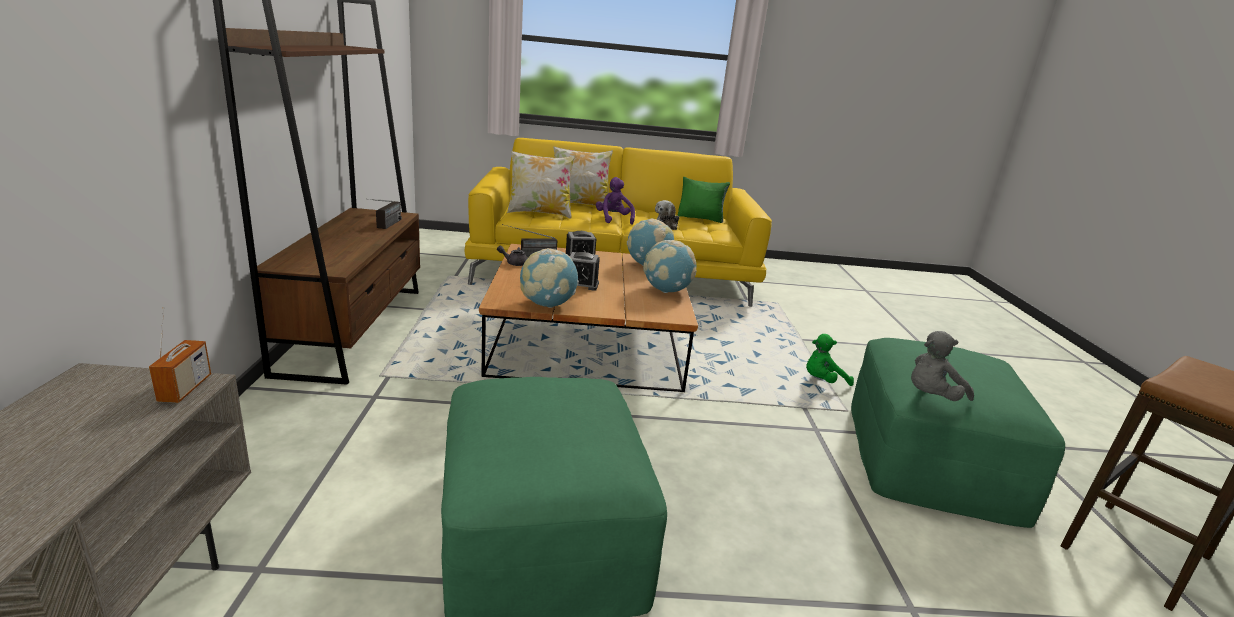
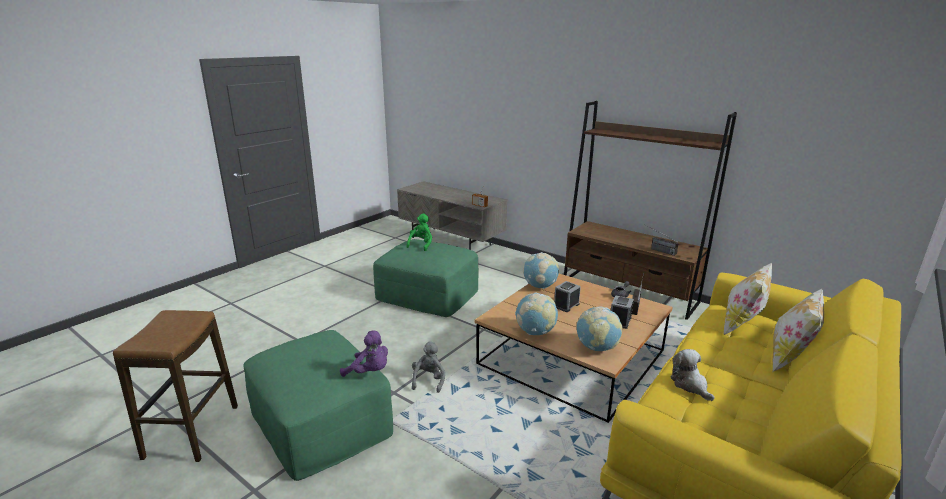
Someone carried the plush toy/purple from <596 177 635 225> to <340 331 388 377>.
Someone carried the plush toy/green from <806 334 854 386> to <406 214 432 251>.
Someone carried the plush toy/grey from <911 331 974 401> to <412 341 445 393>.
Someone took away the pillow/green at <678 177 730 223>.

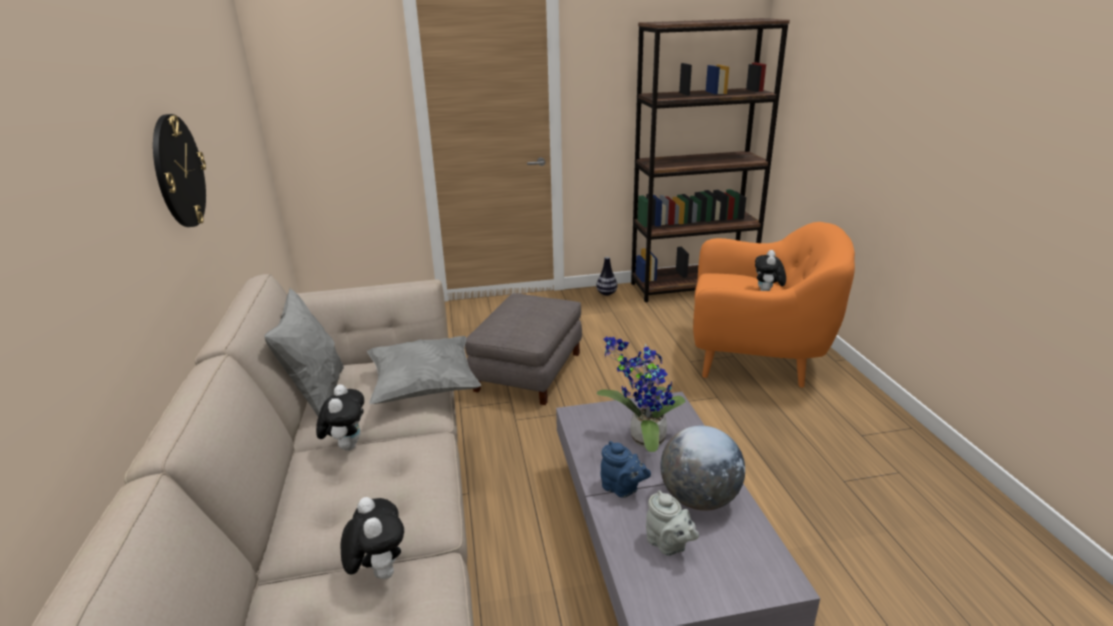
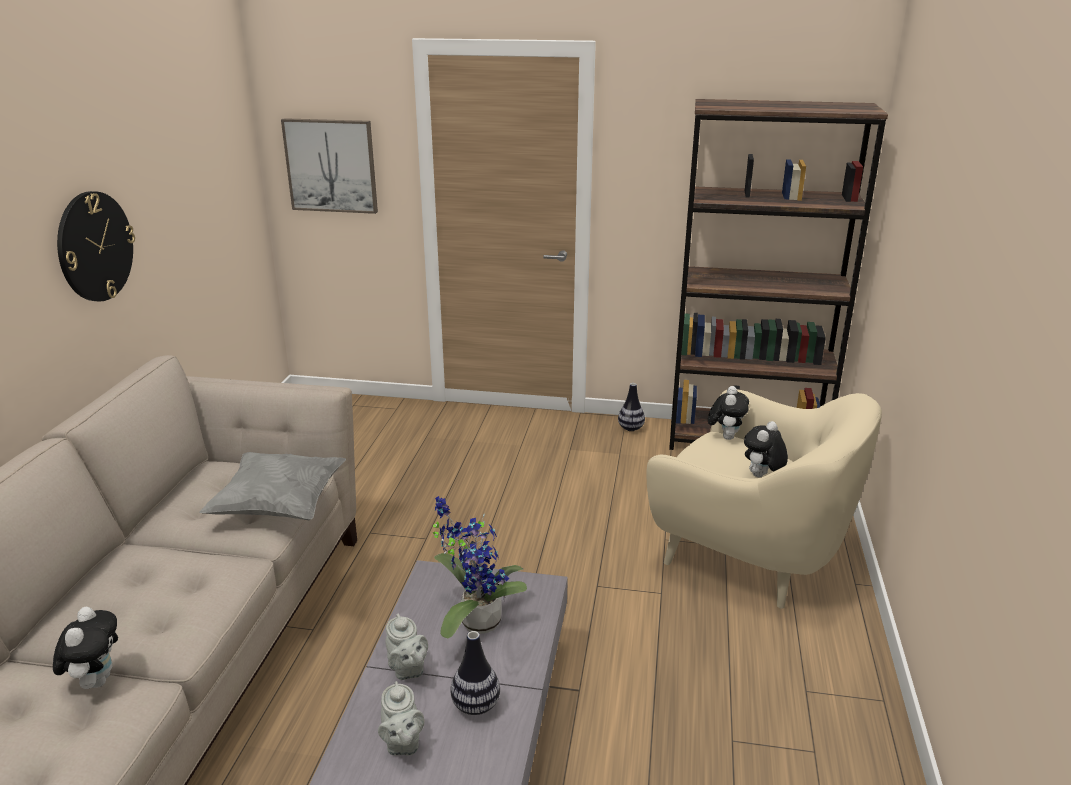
Someone put up the picture at <281 118 378 214>.
Someone repainted the teapot/blue at <600 441 651 498>, which became the teapot/grey at <385 614 428 680>.
Someone swapped the globe at <660 425 745 511> for the vase at <451 631 500 715>.
Someone repainted the armchair/orange at <693 222 855 388>, which became the armchair/beige at <646 389 882 609>.
Someone carried the plush toy from <316 384 364 451> to <708 386 749 440>.
Someone took away the pillow/grey at <264 288 344 416>.
Someone took away the ottoman/grey at <465 293 582 405>.

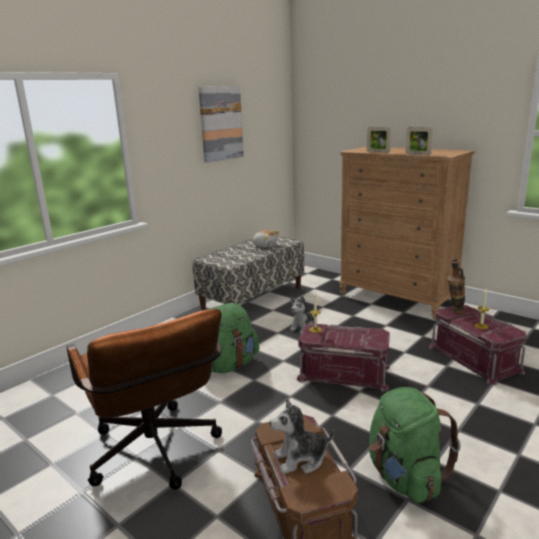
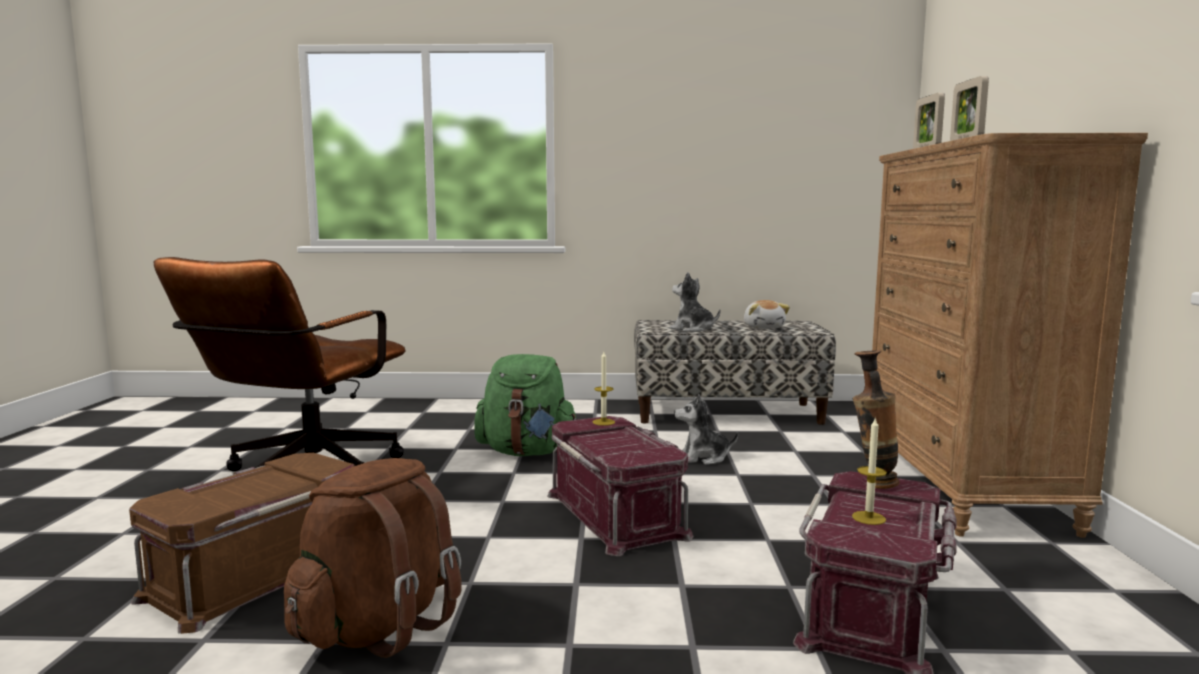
Someone repainted the backpack/green at <369 387 461 503>, which became the backpack/brown at <284 458 462 658>.
Someone carried the plush toy from <270 399 334 474> to <670 272 721 332>.
Someone took away the picture at <198 86 244 162>.

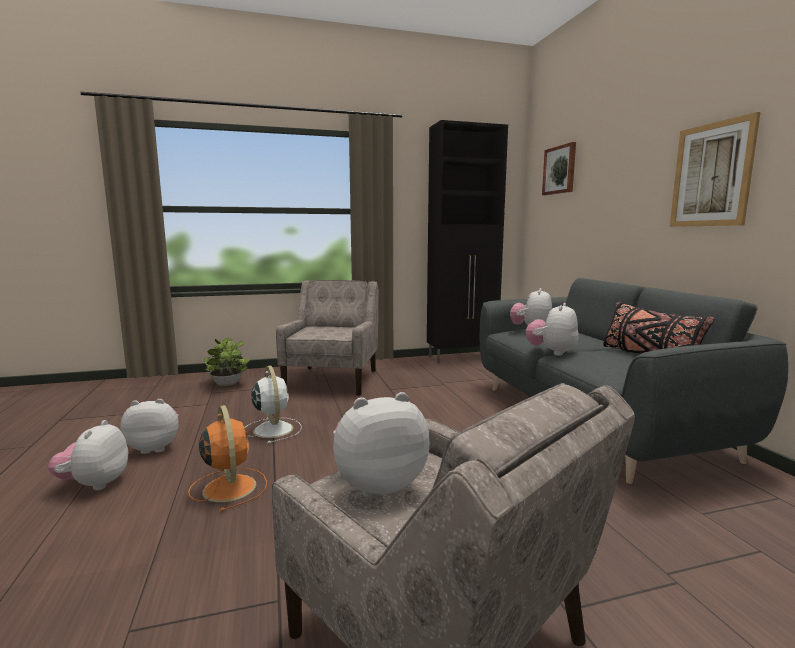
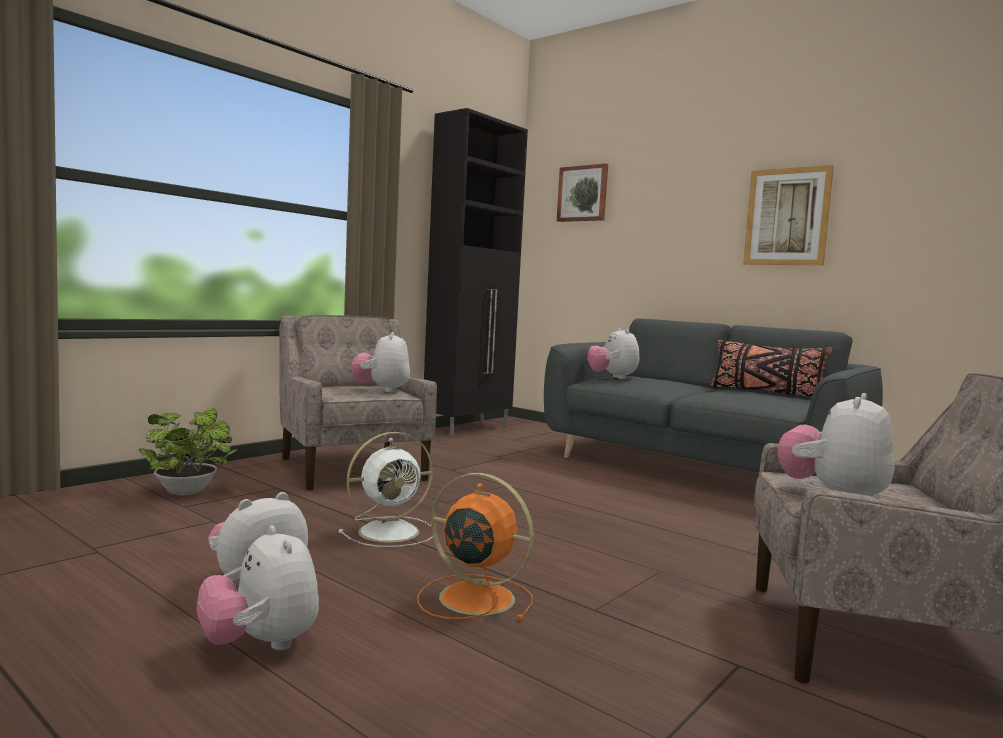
Someone rotated the fan/white at <245 366 302 444> by 120 degrees clockwise.
Someone carried the plush toy from <526 303 579 356> to <352 332 410 392>.

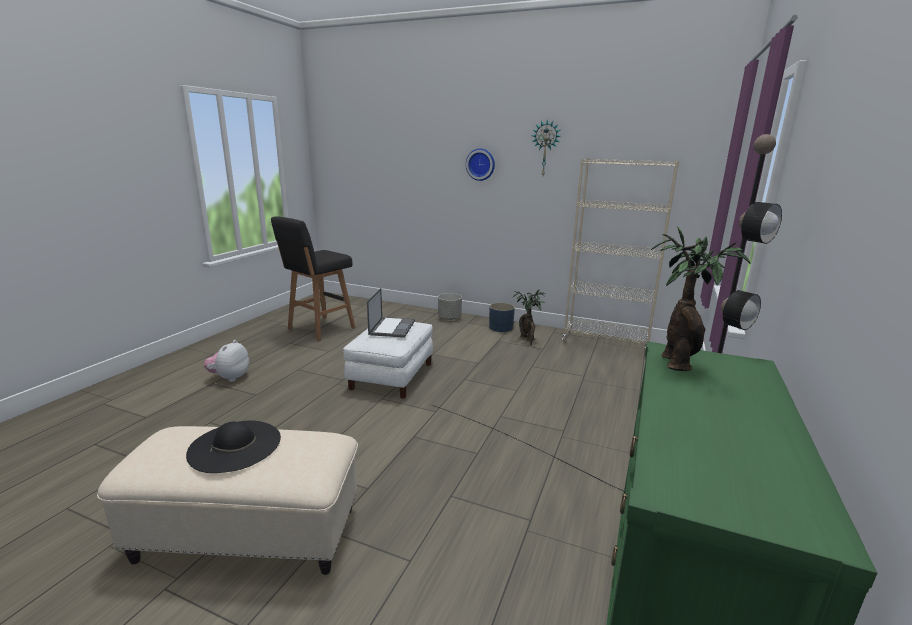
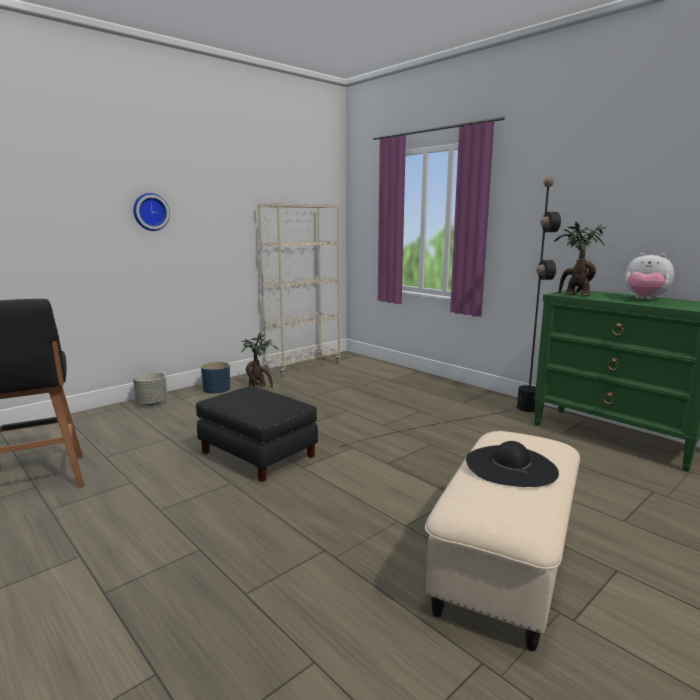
Someone repainted the ottoman/white at <343 322 433 399>, which became the ottoman/black at <196 386 318 482>.
Someone carried the plush toy from <204 340 249 382> to <625 253 674 300>.
Someone took away the laptop at <367 288 415 338>.
Someone took away the wall clock at <532 119 560 175>.

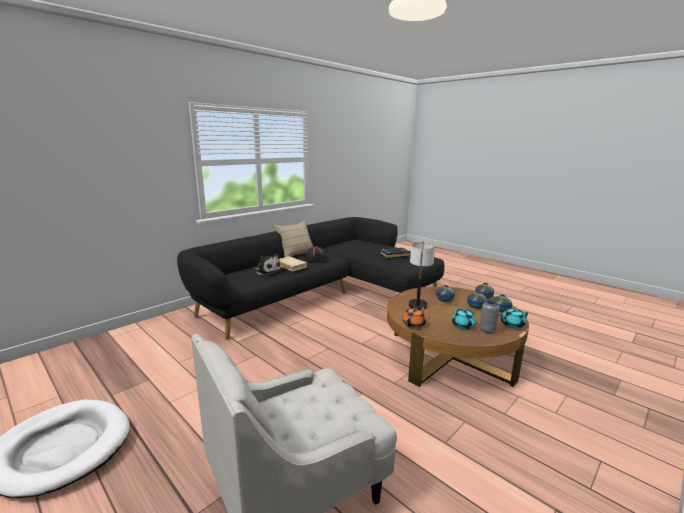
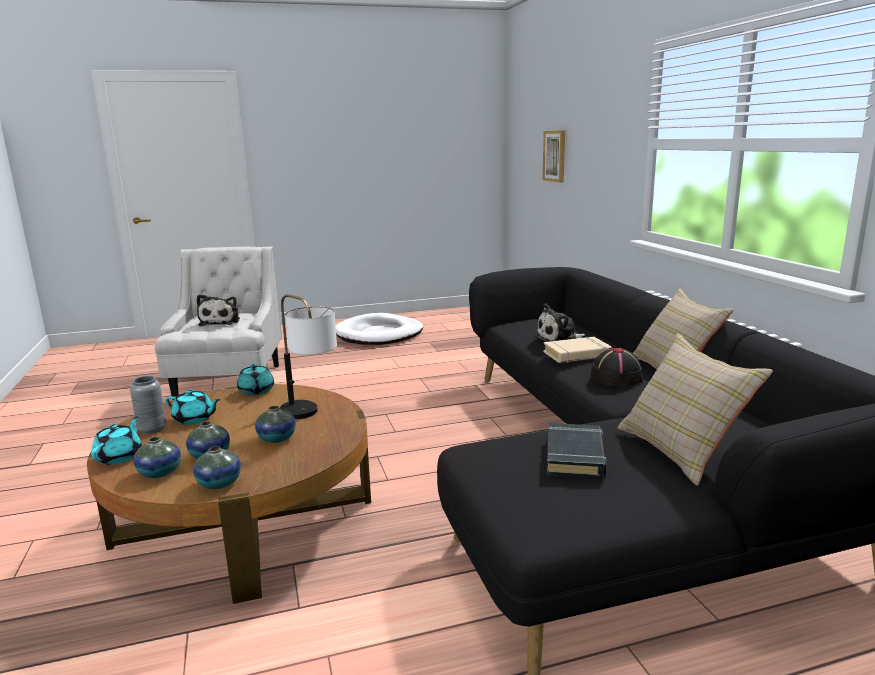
Someone put down the plush toy at <197 294 240 326>.
Someone repainted the teapot/orange at <403 306 426 328>, which became the teapot/turquoise at <237 364 274 395>.
Someone put up the picture at <542 130 565 182>.
Someone put down the pillow/beige at <617 333 773 486>.

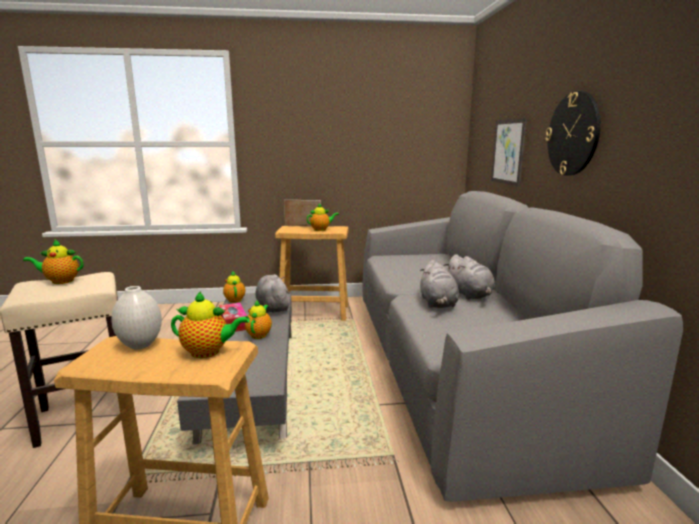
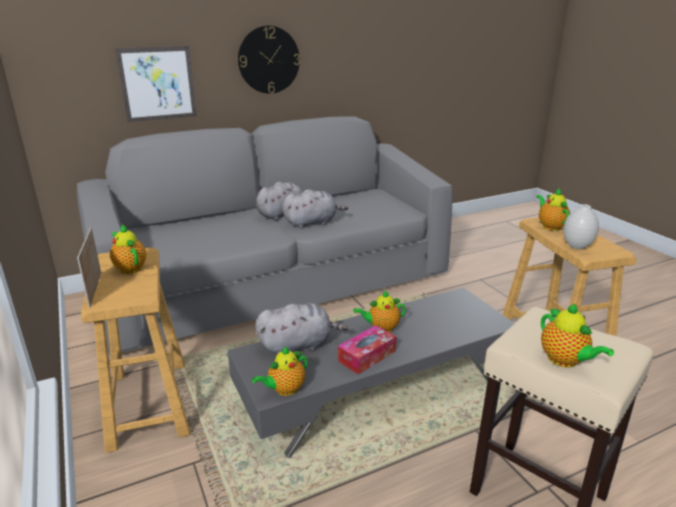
Someone rotated the plush toy/grey at <256 274 291 313> by 150 degrees counterclockwise.

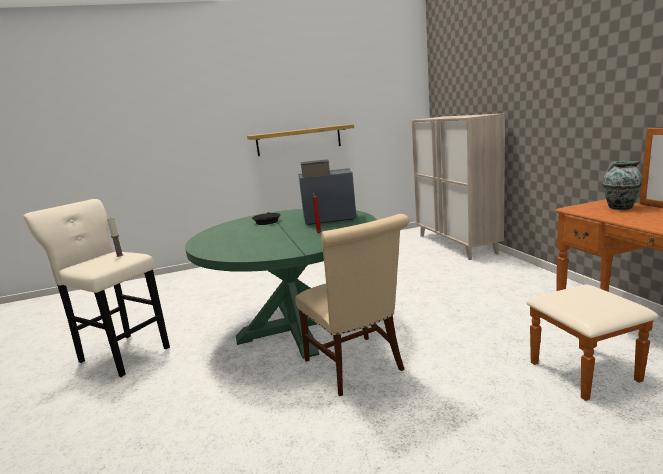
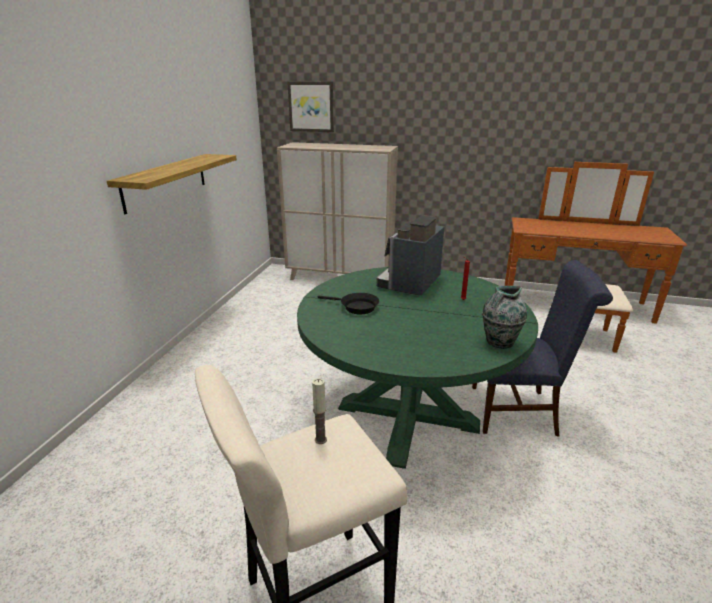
Someone put up the picture at <287 82 334 132>.
Someone repainted the chair/beige at <295 214 409 396>, which became the chair/blue at <472 260 613 437>.
Someone carried the vase from <602 161 642 210> to <482 286 527 349>.

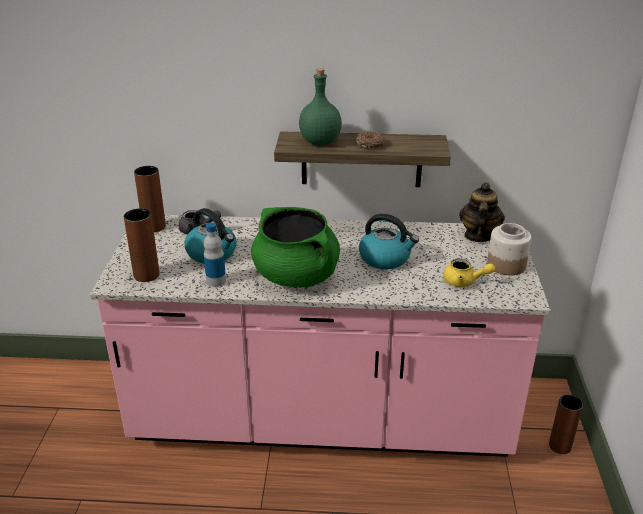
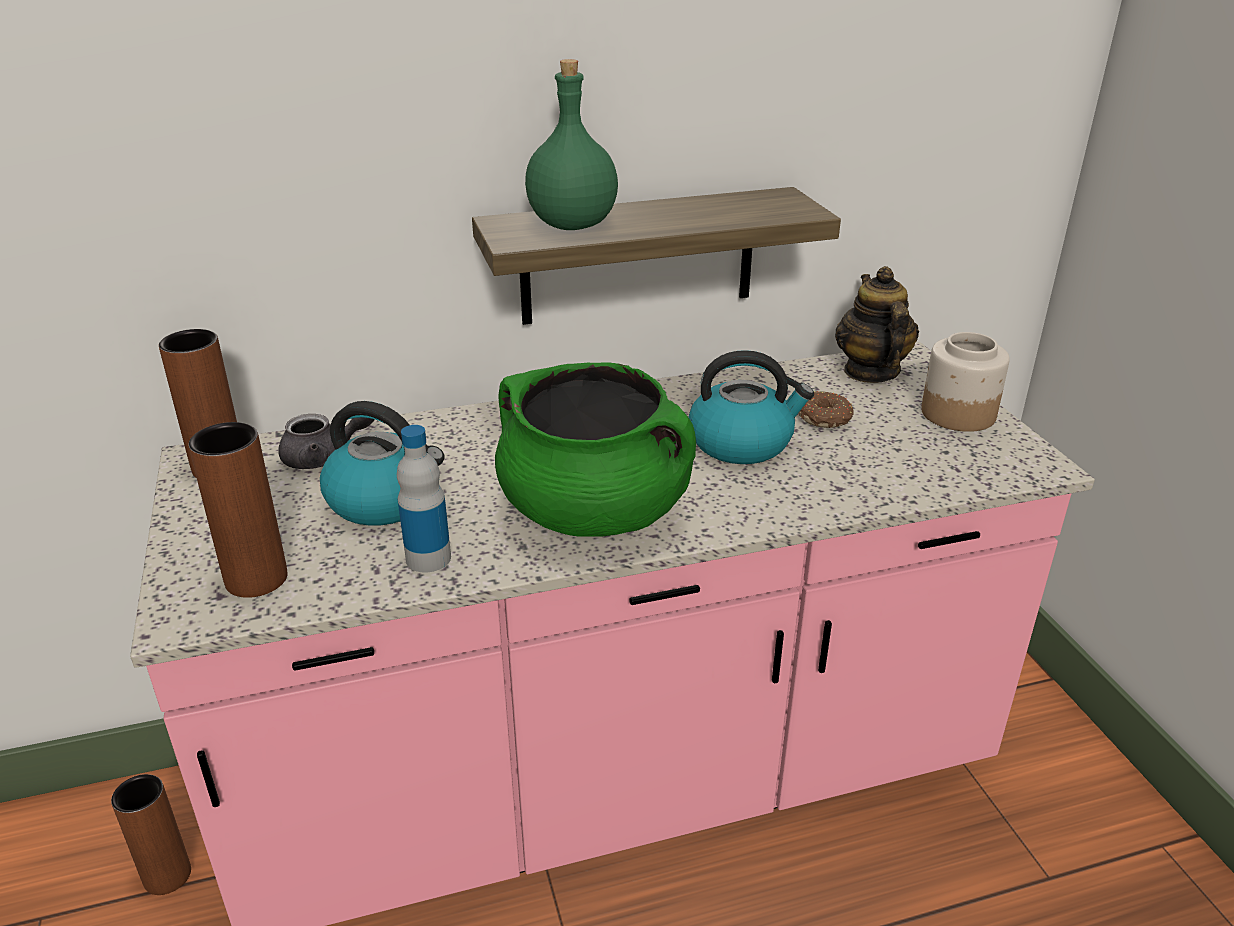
Someone carried the vase/brown from <549 395 583 454> to <111 774 191 895>.
Someone carried the donut from <356 131 385 149> to <799 391 853 428>.
Someone took away the teapot/yellow at <443 258 495 287>.

